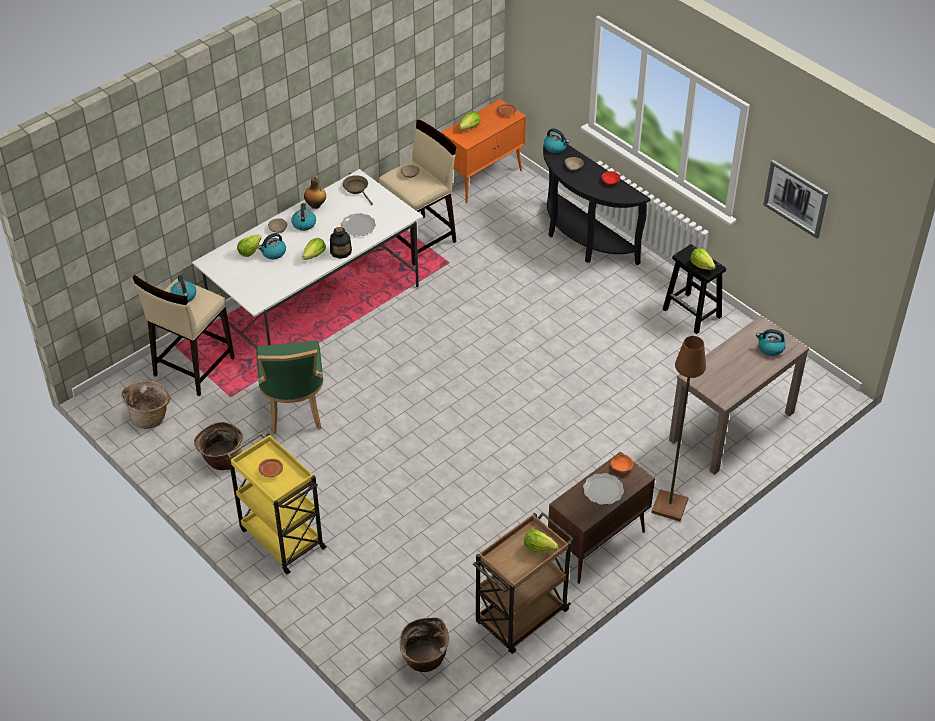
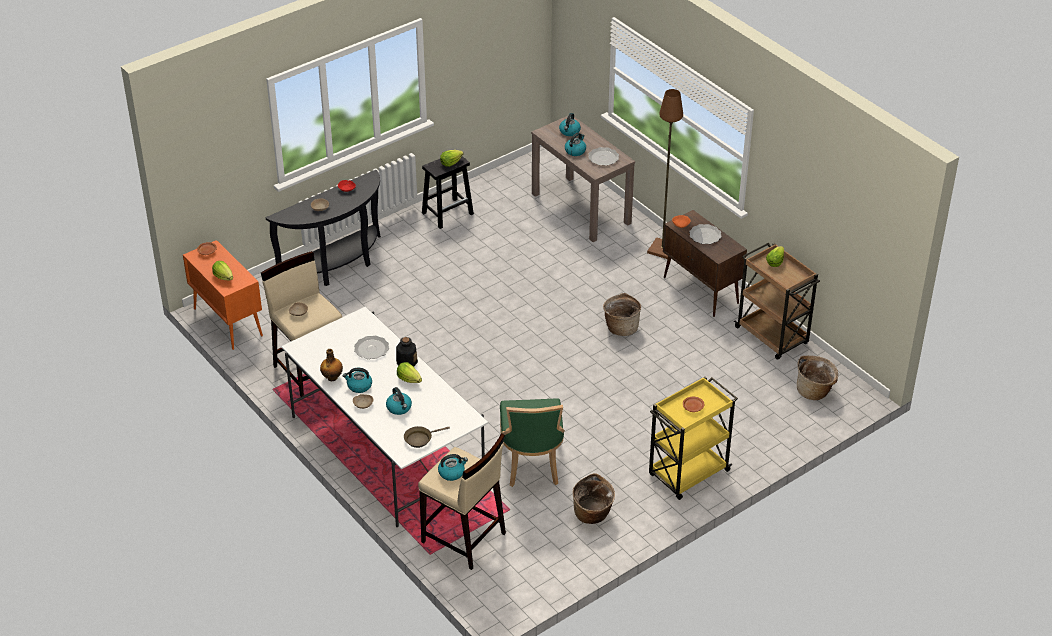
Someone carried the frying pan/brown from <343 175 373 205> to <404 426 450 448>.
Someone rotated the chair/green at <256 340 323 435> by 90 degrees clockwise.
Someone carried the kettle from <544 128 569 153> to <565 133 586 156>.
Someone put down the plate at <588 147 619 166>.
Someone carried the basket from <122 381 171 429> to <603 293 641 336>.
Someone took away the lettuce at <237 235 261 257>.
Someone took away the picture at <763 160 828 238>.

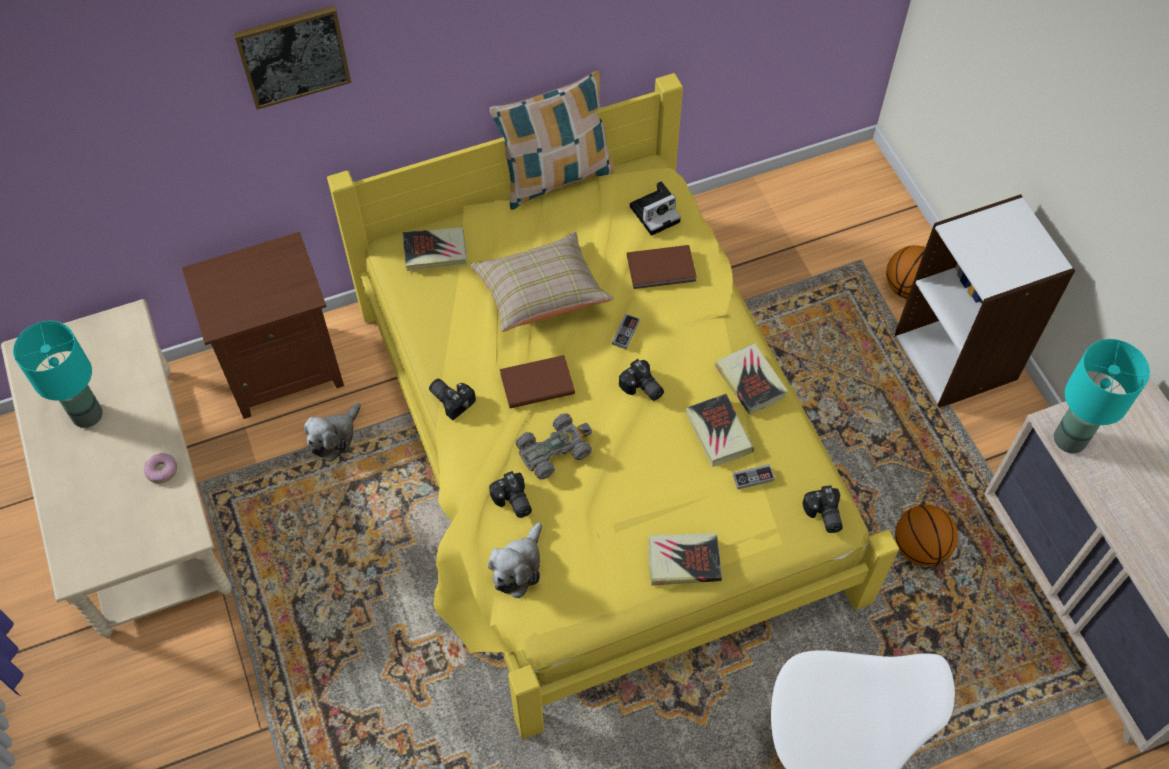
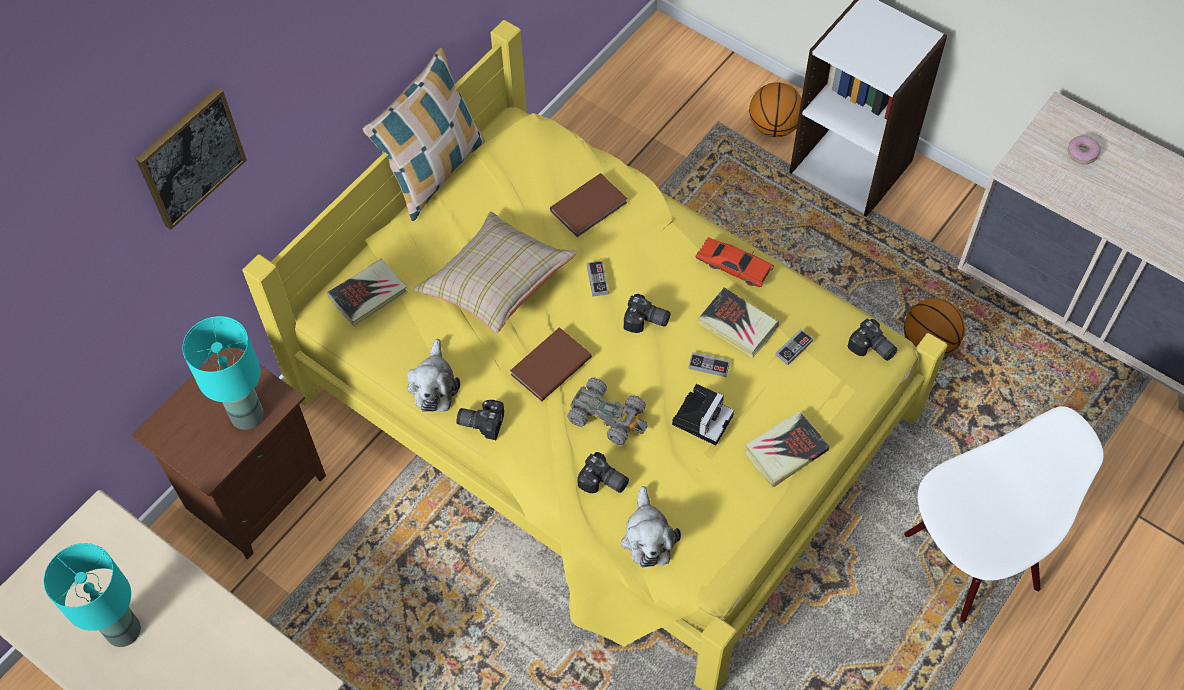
Someone carried the table lamp/turquoise from <1054 339 1150 453> to <182 316 264 430>.
Someone carried the plush toy from <304 403 361 462> to <407 339 460 412>.
Someone rotated the toy car/grey at <516 413 592 479> by 90 degrees clockwise.
Someone carried the photo camera from <630 181 681 236> to <672 384 734 446>.
Someone put down the game controller at <688 352 730 377>.
Someone swapped the book at <715 343 788 415> for the toy car/red at <696 237 774 287>.
Someone carried the donut from <144 453 177 484> to <1068 135 1101 164>.

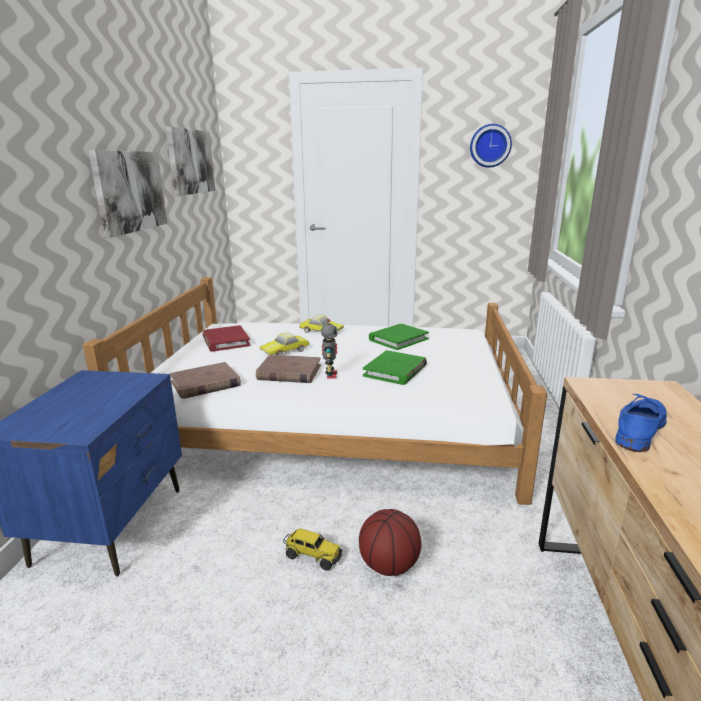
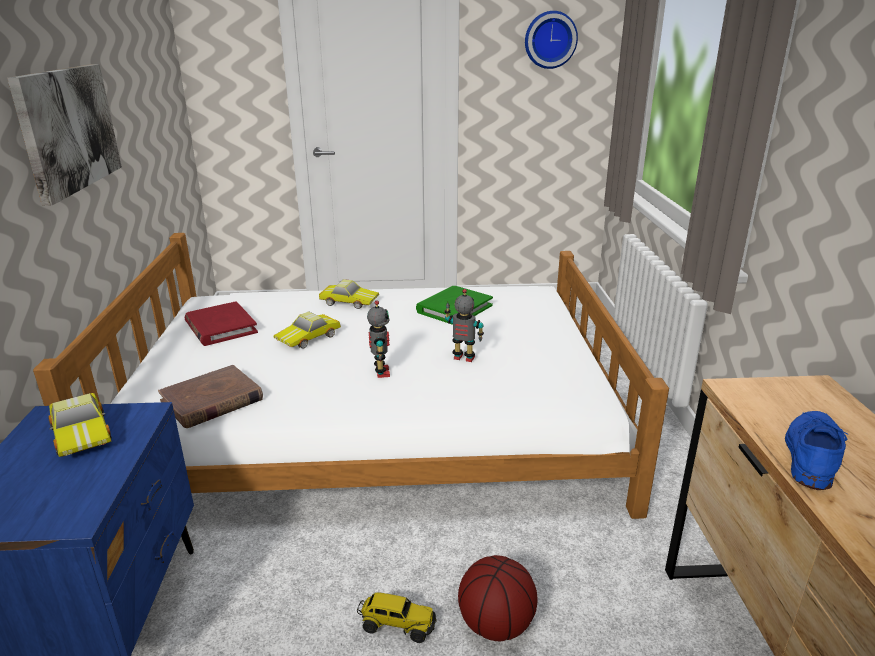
Someone put down the toy car at <48 393 112 457>.
Someone swapped the book/green at <363 350 427 385> for the toy robot at <444 289 484 362>.
Someone took away the picture at <166 127 215 196>.
Someone took away the book/brown at <256 355 321 383>.

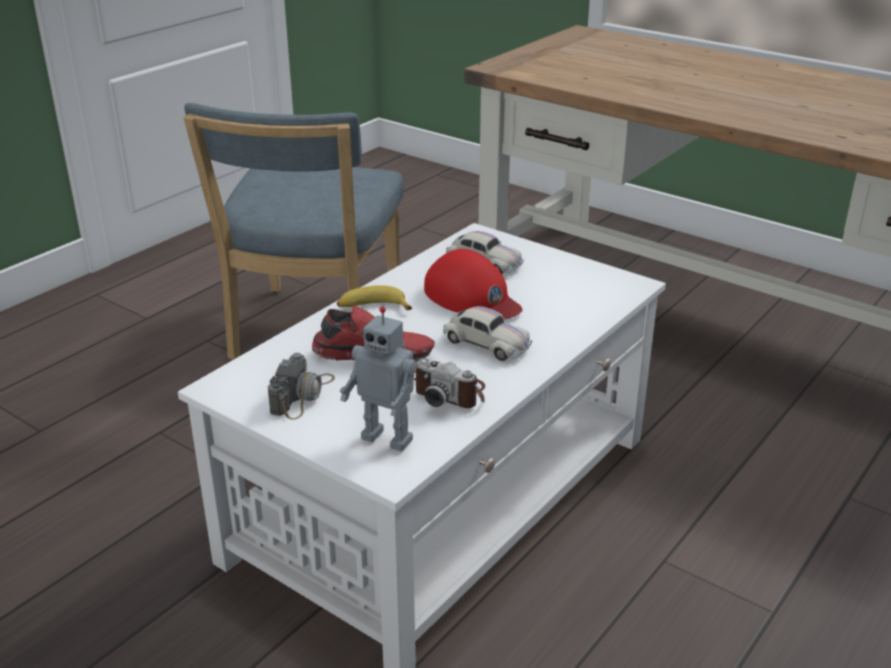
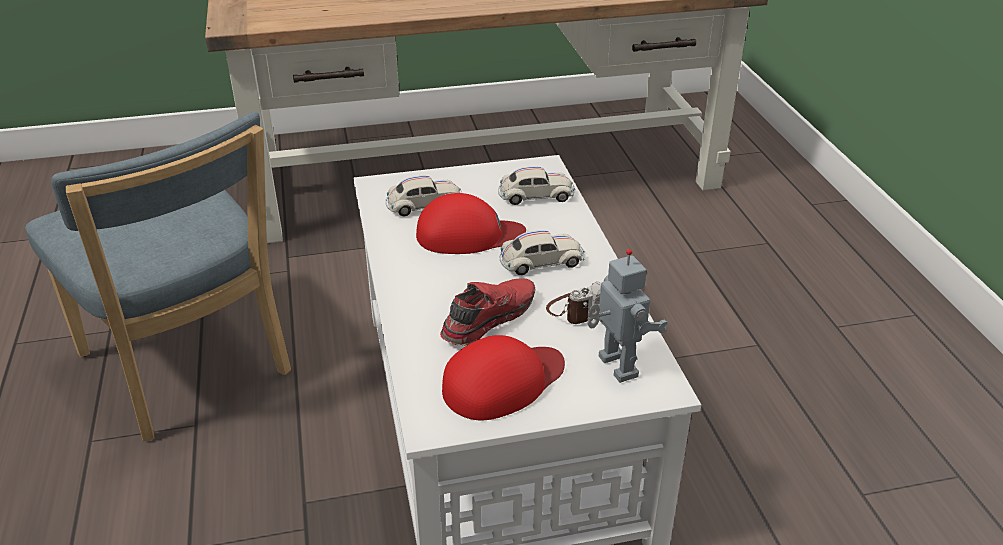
Someone swapped the photo camera at <268 353 335 420> for the cap/red at <442 335 565 420>.
Someone put down the toy car/white at <498 167 575 205>.
Someone rotated the toy robot at <340 307 417 452> by 90 degrees counterclockwise.
Someone took away the banana at <337 285 412 310>.

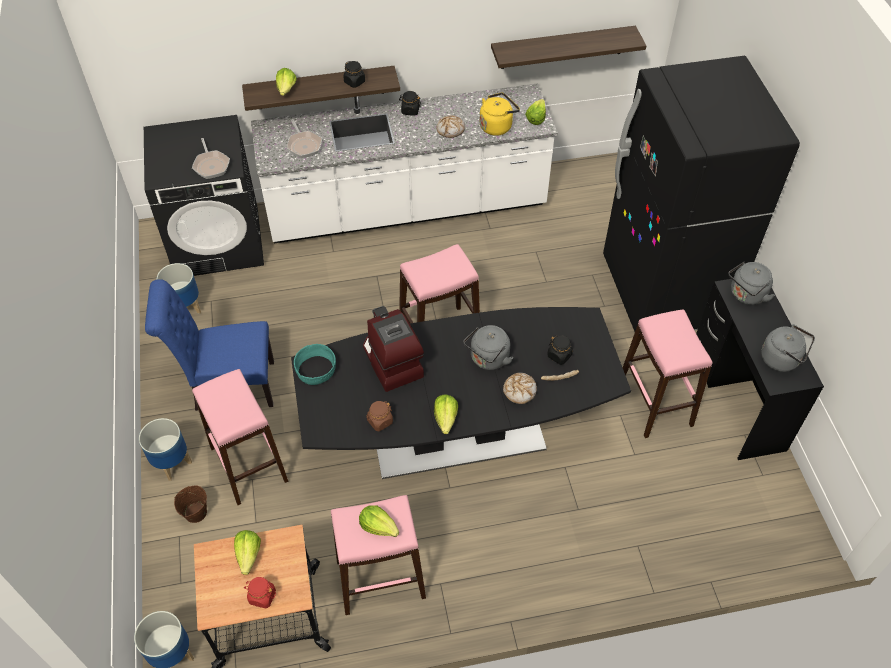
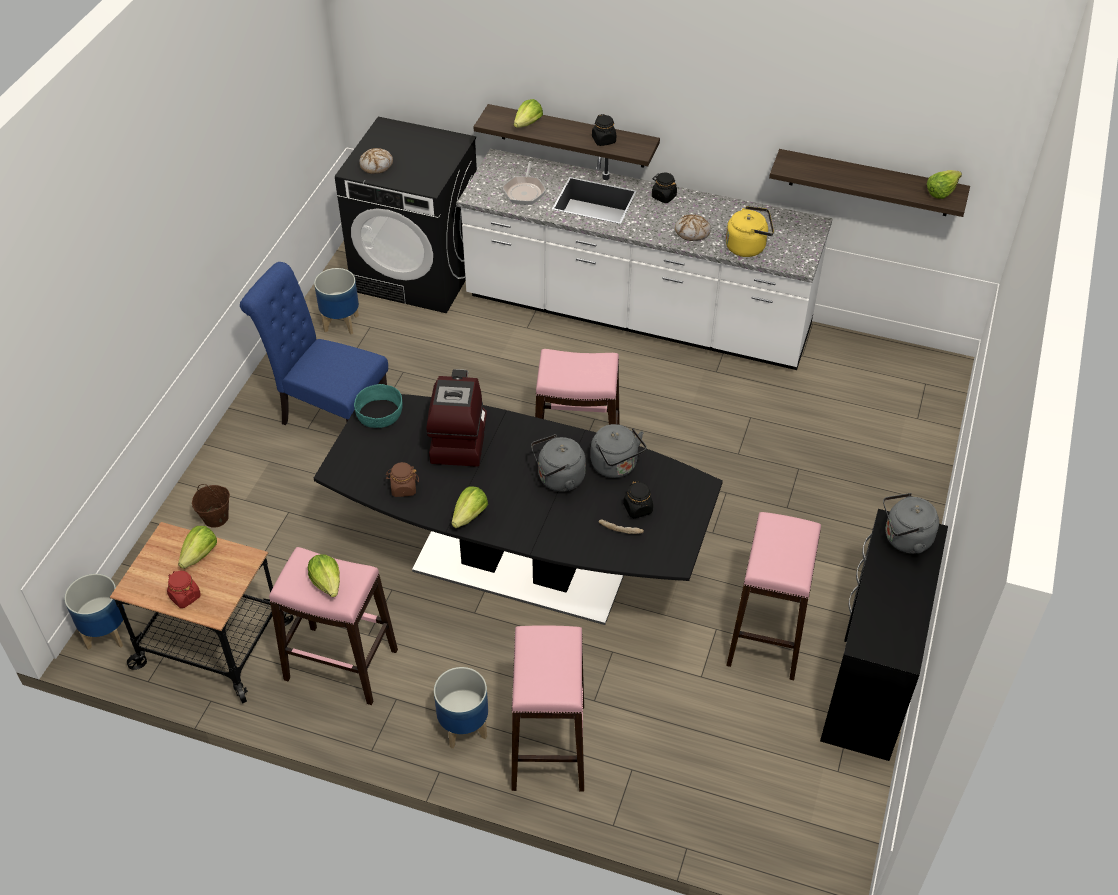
Someone carried the bread from <503 373 537 404> to <359 148 393 174>.
Someone carried the planter from <139 418 192 481> to <434 667 488 749>.
Someone carried the stool/pink from <192 369 288 505> to <511 625 584 792>.
Someone carried the kettle/grey from <761 324 815 372> to <591 424 647 478>.
Someone carried the lettuce from <525 99 546 125> to <927 170 962 199>.
Someone took away the frying pan at <192 138 230 179>.
Someone took away the fridge/black at <603 56 800 332>.

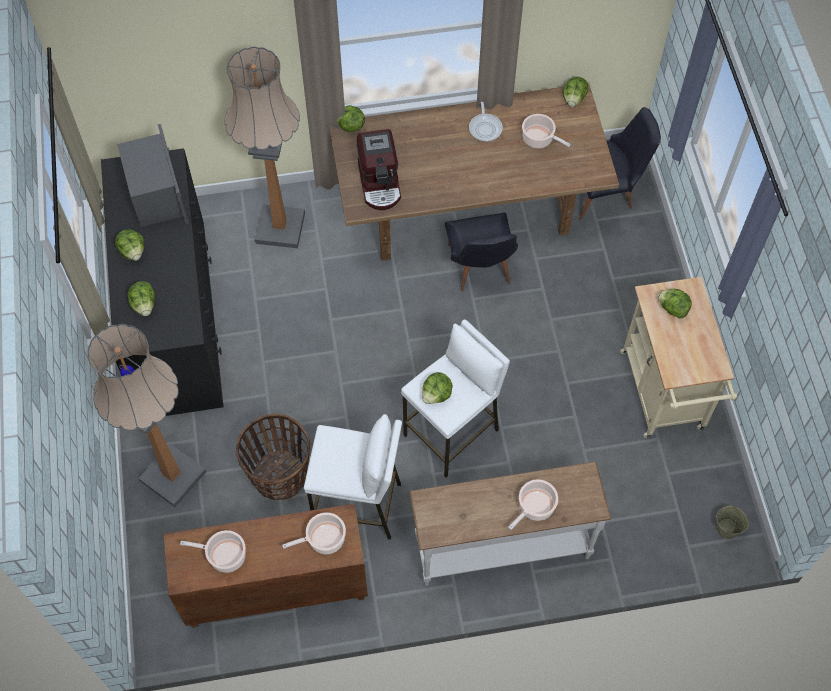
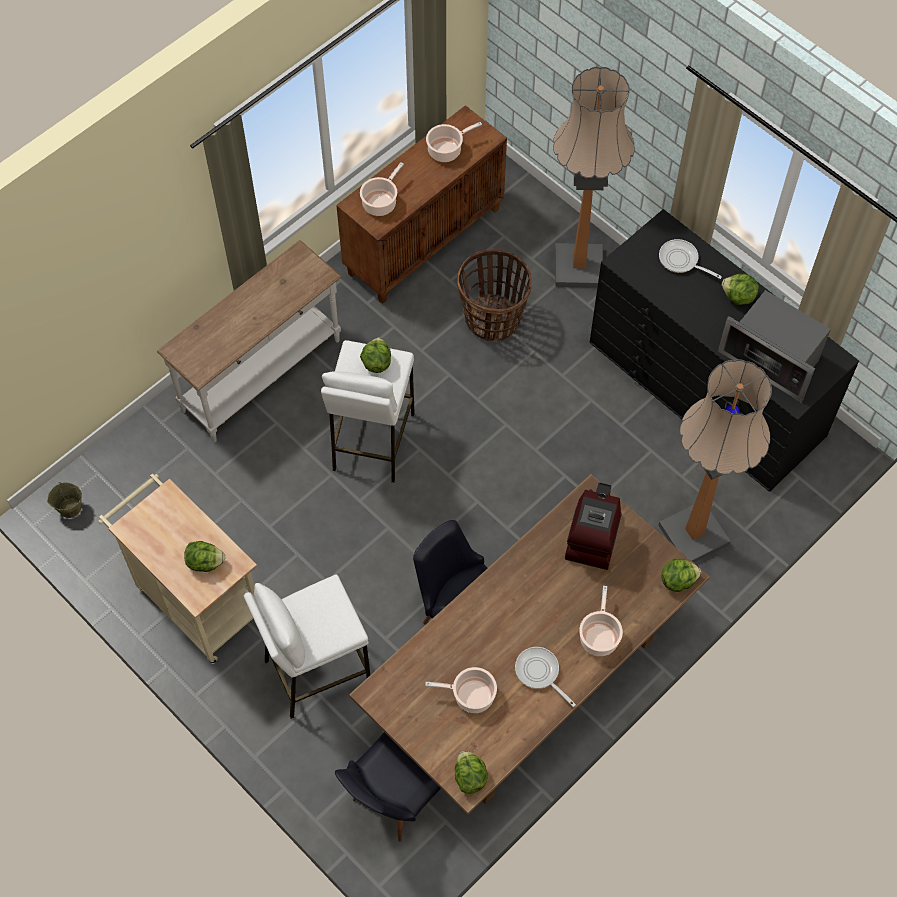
Someone carried the stool/white from <304 414 402 540> to <244 574 370 719>.
Someone rotated the coffee machine at <356 129 401 210> by 60 degrees clockwise.
Someone carried the cooking pot from <508 479 558 530> to <579 586 623 656>.
Someone swapped the lettuce at <127 281 155 316> for the frying pan at <659 239 722 279>.

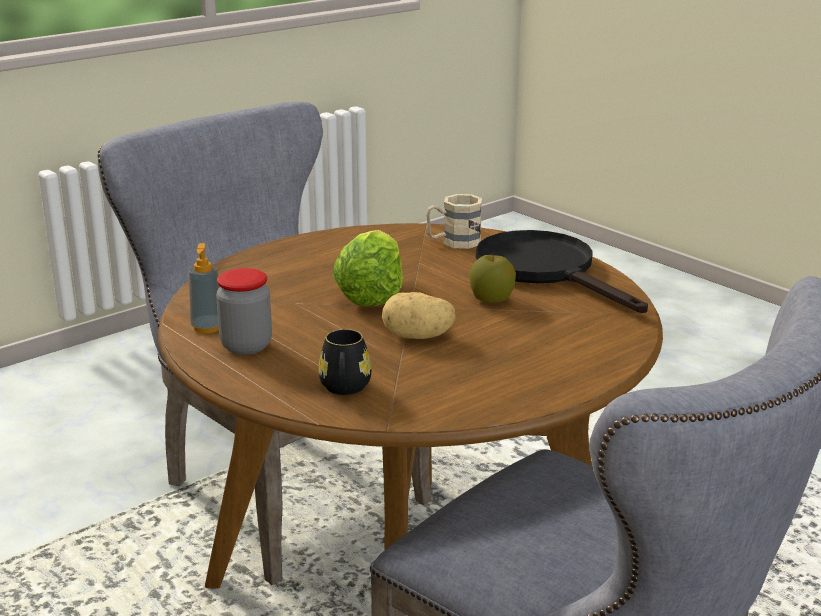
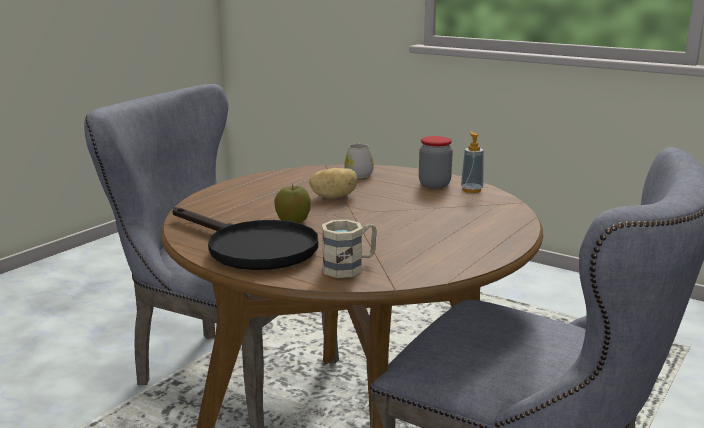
Someone repainted the mug/black at <319 329 371 395>, which became the mug/white at <344 144 374 178>.
Someone took away the lettuce at <332 230 403 307>.

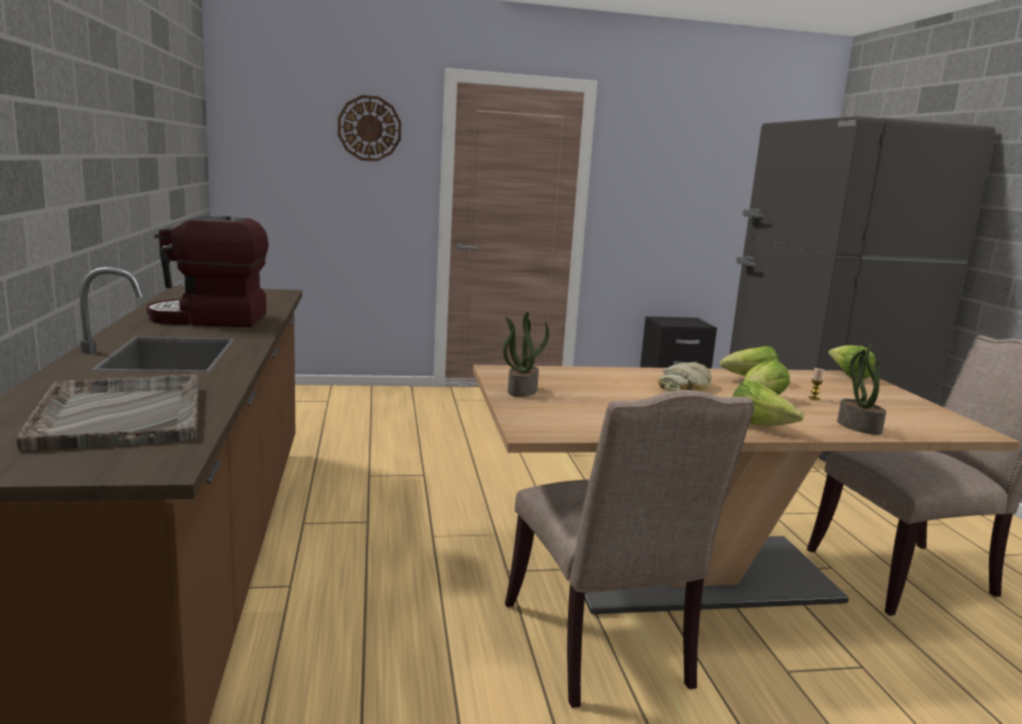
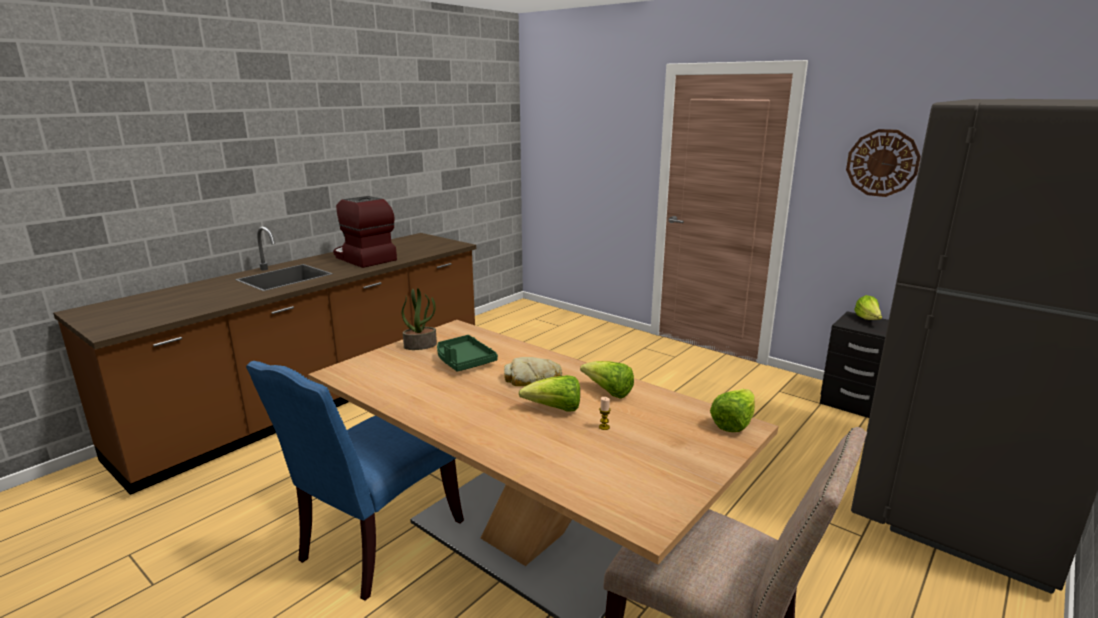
Someone repainted the chair/beige at <505 390 754 708>, which became the chair/blue at <246 361 464 601>.
Someone put down the tray/green at <437 335 498 371>.
Someone carried the wall clock from <338 95 401 161> to <846 129 921 197>.
Someone carried the lettuce from <732 381 804 426> to <854 295 882 320>.
Someone took away the tray/grey at <16 374 200 451>.
Someone took away the potted plant at <837 344 886 435>.

